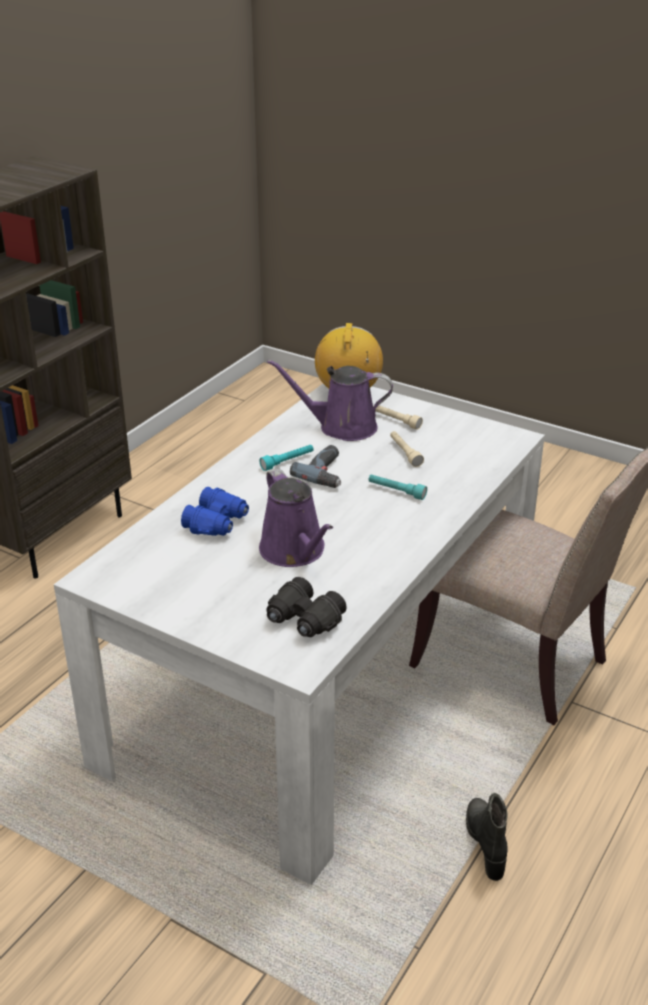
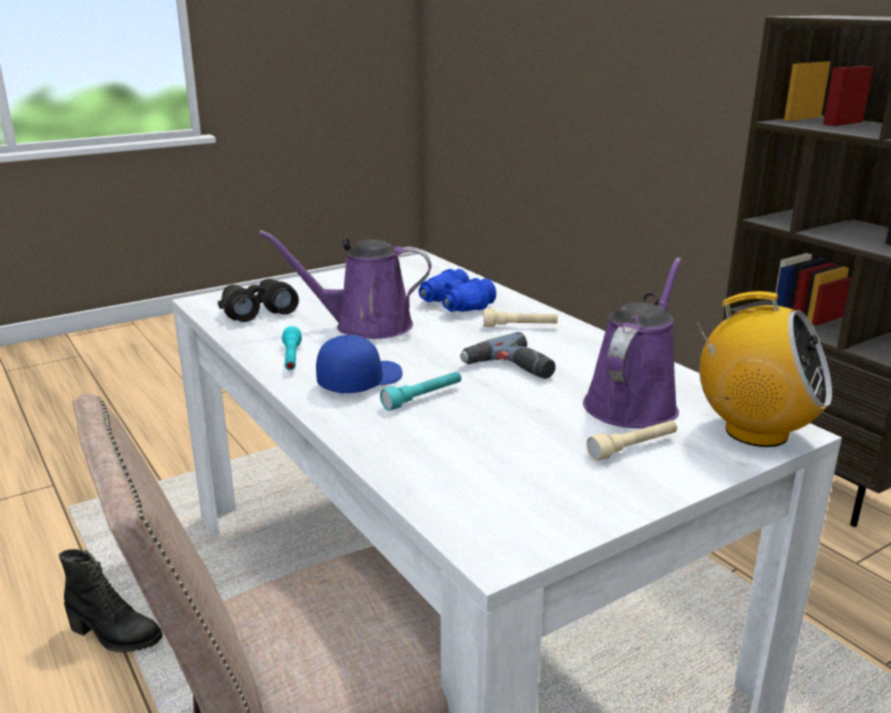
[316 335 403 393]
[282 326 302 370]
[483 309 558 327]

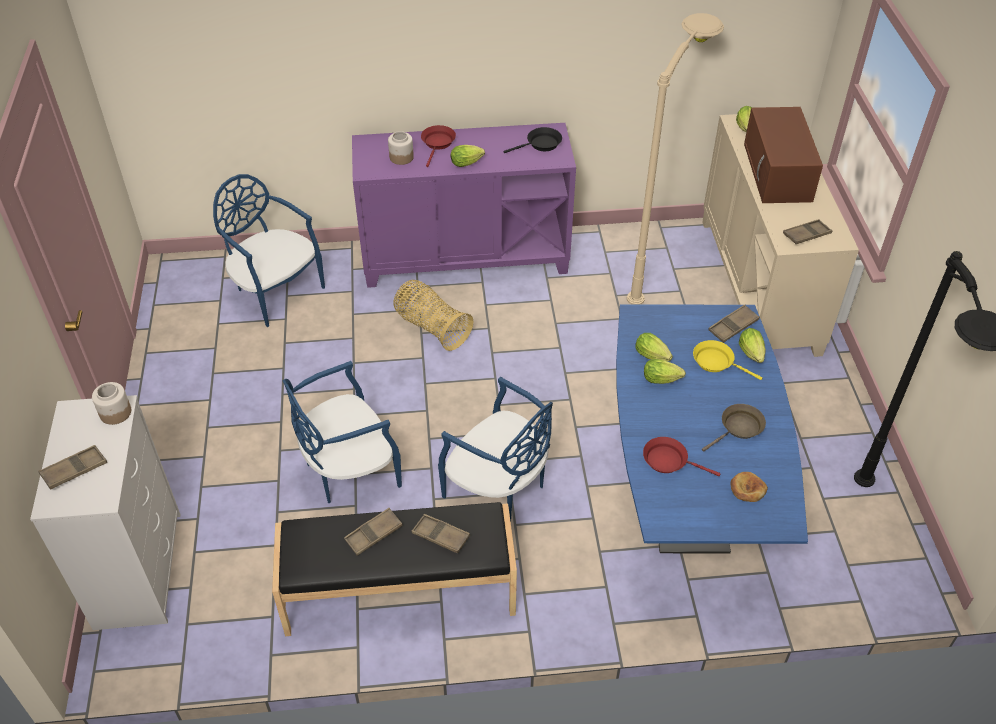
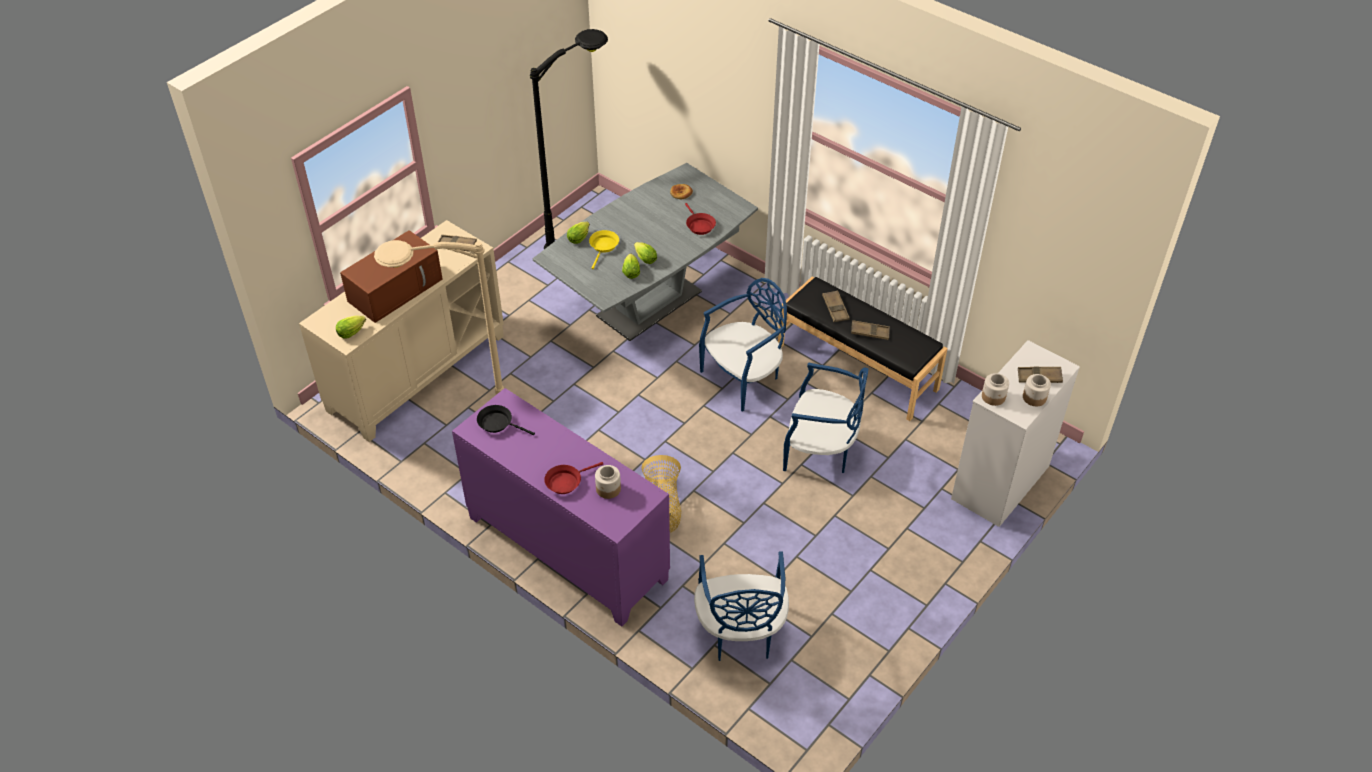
[451 145 485 167] (first image)
[702 404 766 452] (first image)
[708 304 760 343] (first image)
[1023 374 1051 406]
[533 163 758 341]
[699 278 787 412]
[589 230 619 269]

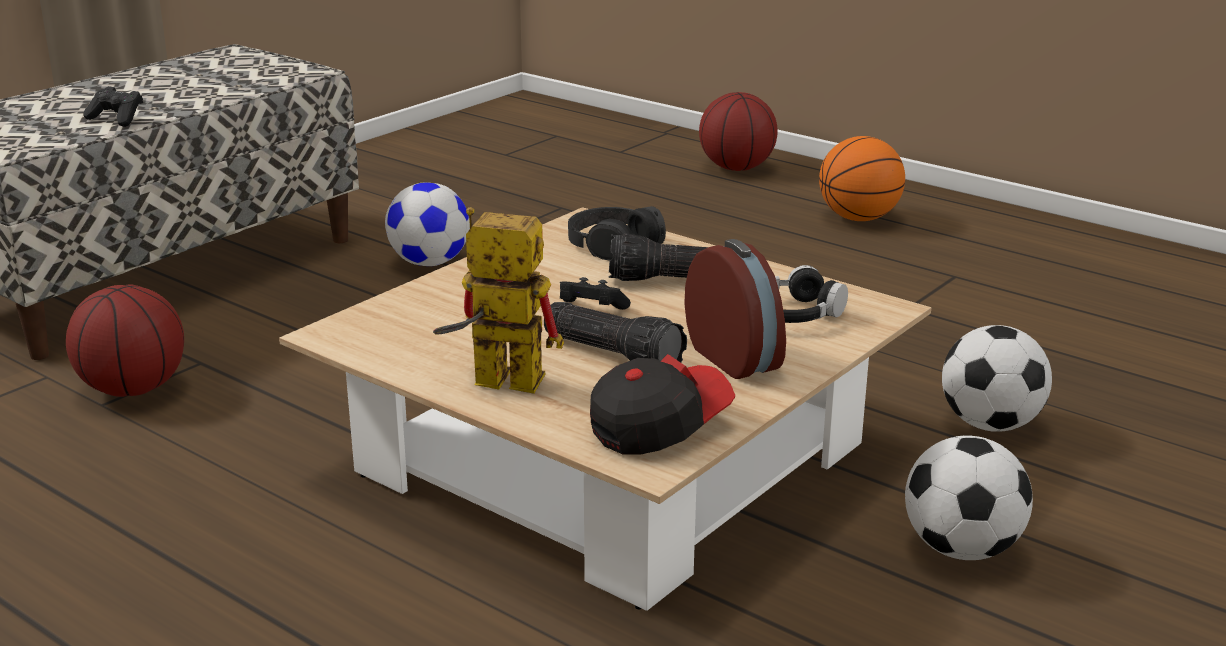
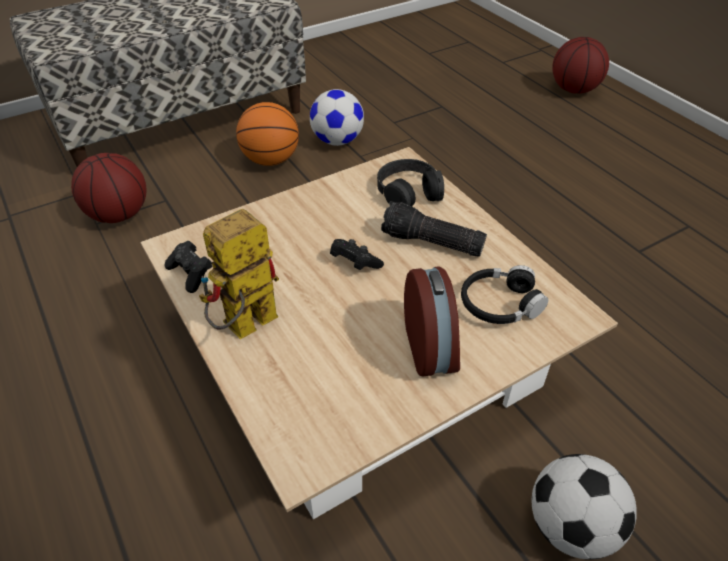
[544 302 687 362] (first image)
[590 354 735 455] (first image)
[942 325 1052 432] (first image)
[164 241 213 293]
[236 102 299 166]
[199 208 279 339]

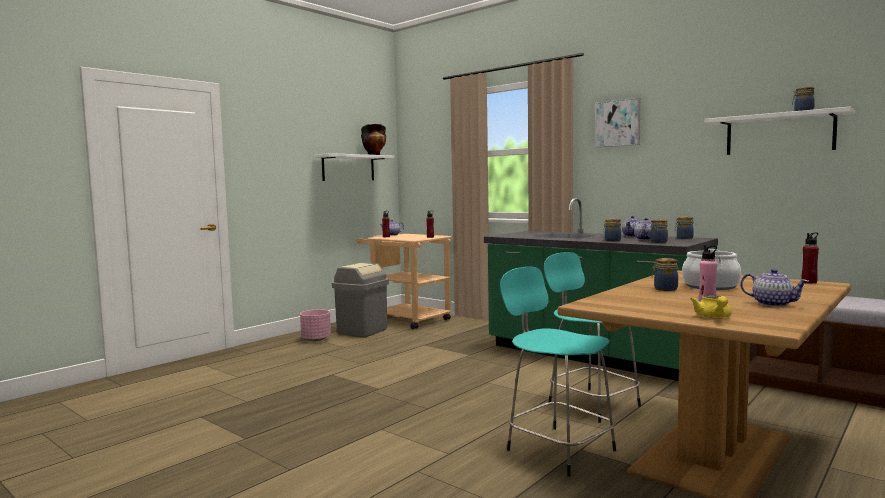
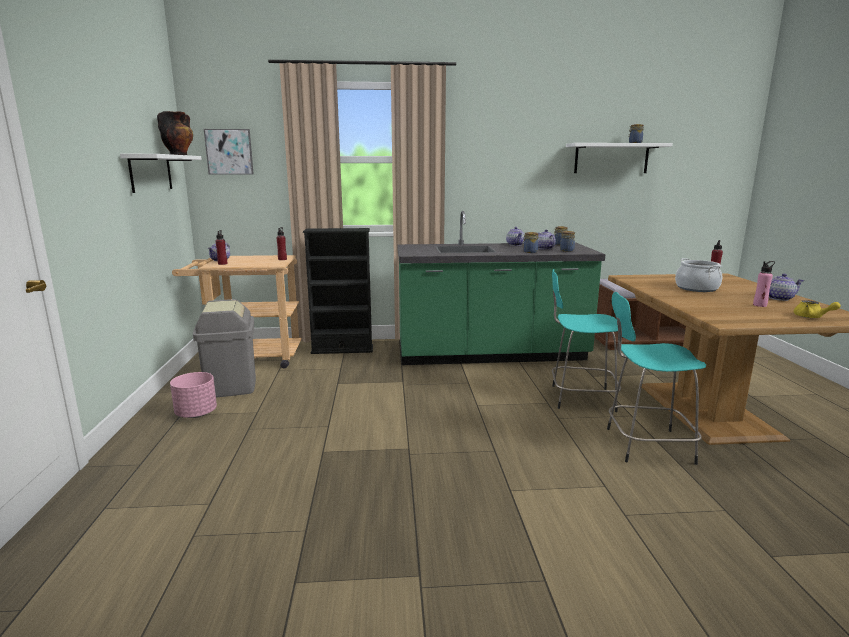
[652 258 678 291] (first image)
[303 228 373 354]
[204 129 254 175]

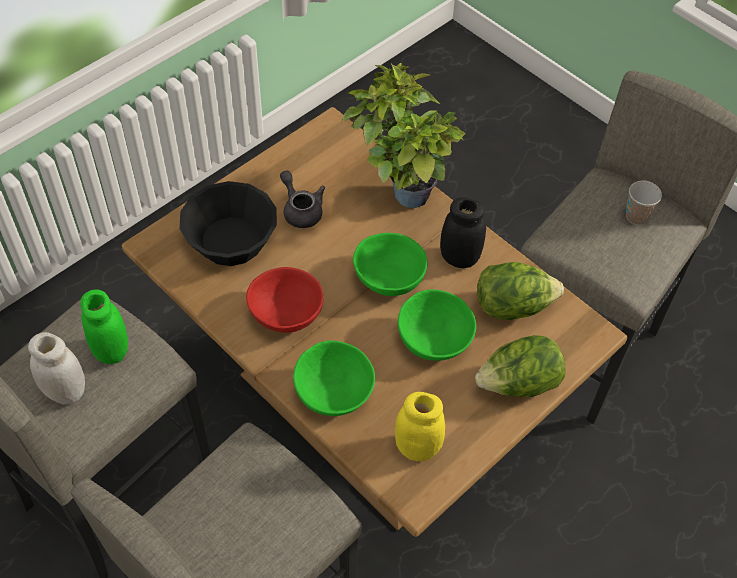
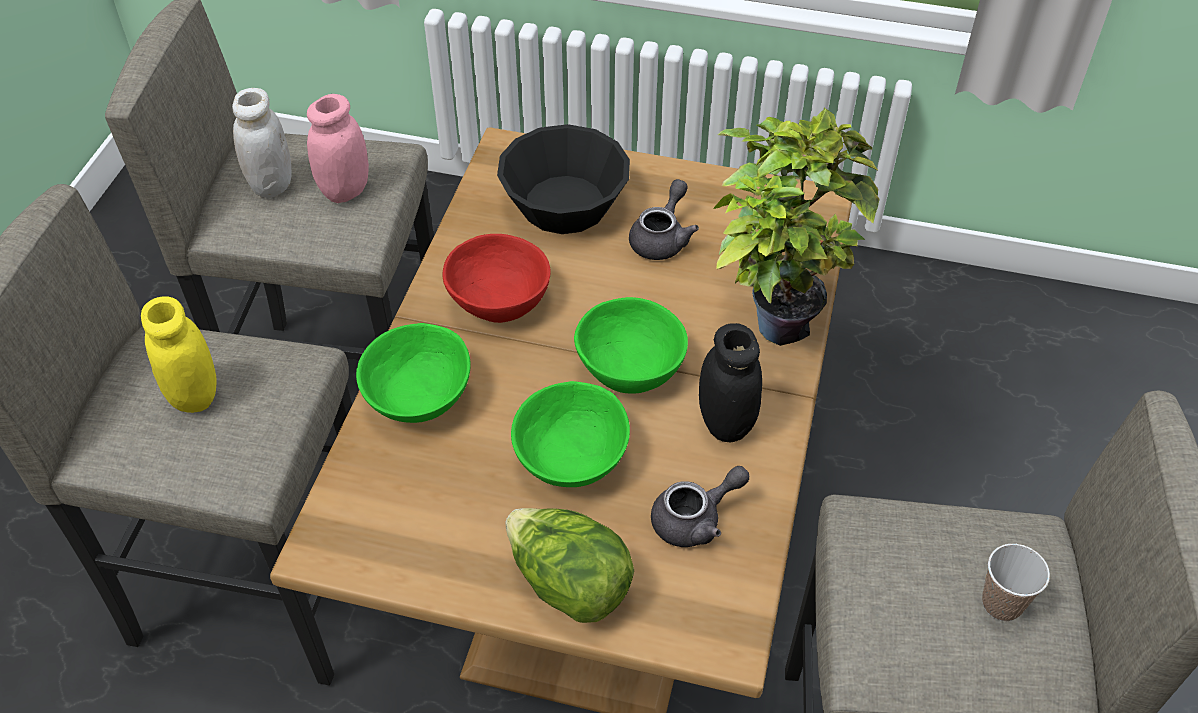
[141 296 216 413]
[651 466 749 547]
[307 94 369 203]

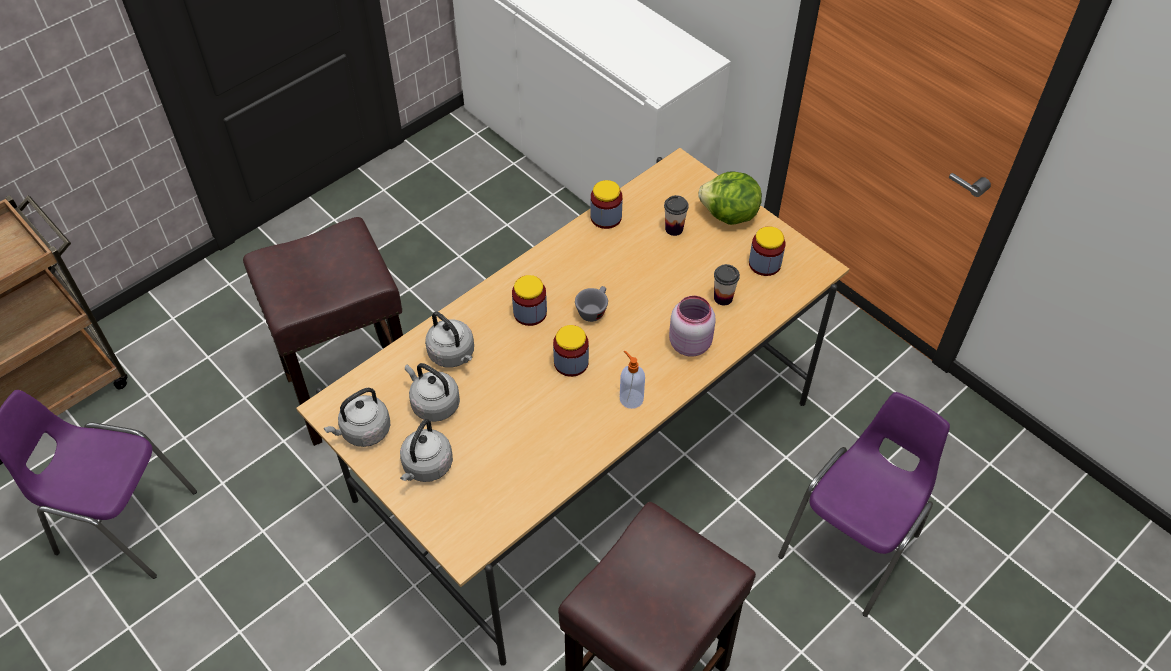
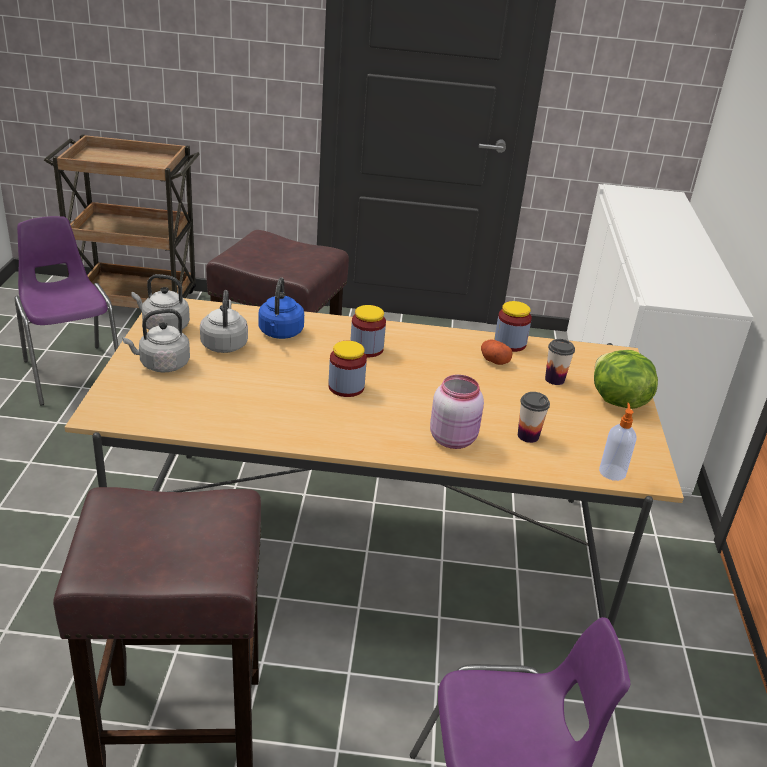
[575 286 608 322] (first image)
[749 226 786 276] (first image)
[481 340 512 365]
[599 403 636 481]
[259 277 304 339]

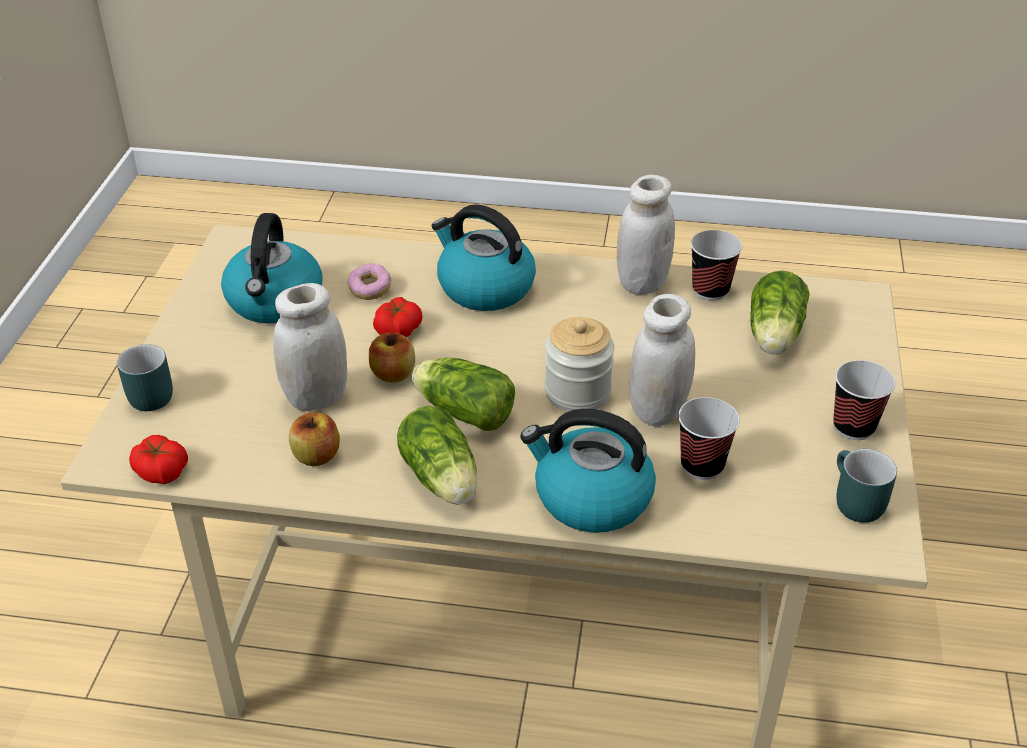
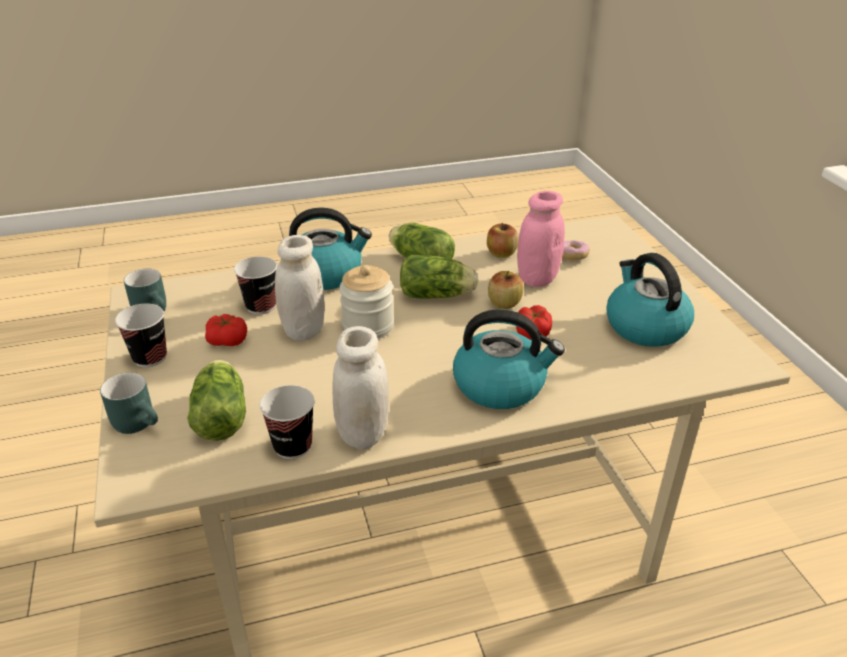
[100 373 158 434]
[205 314 247 346]
[562 240 590 261]
[517 191 565 287]

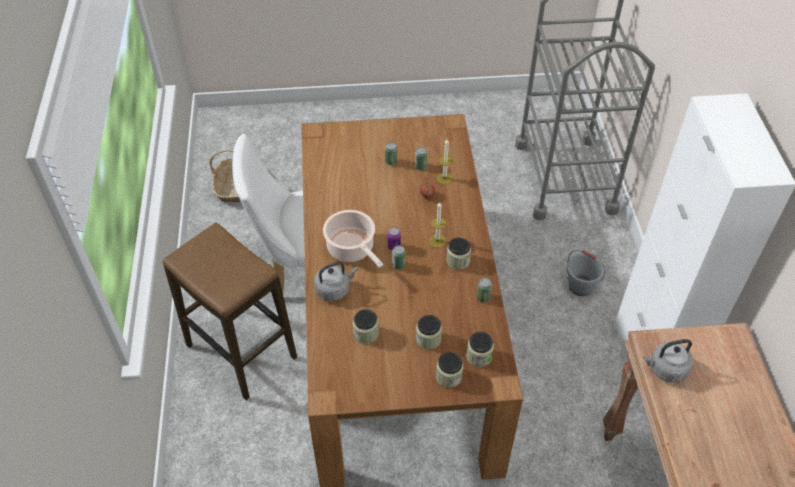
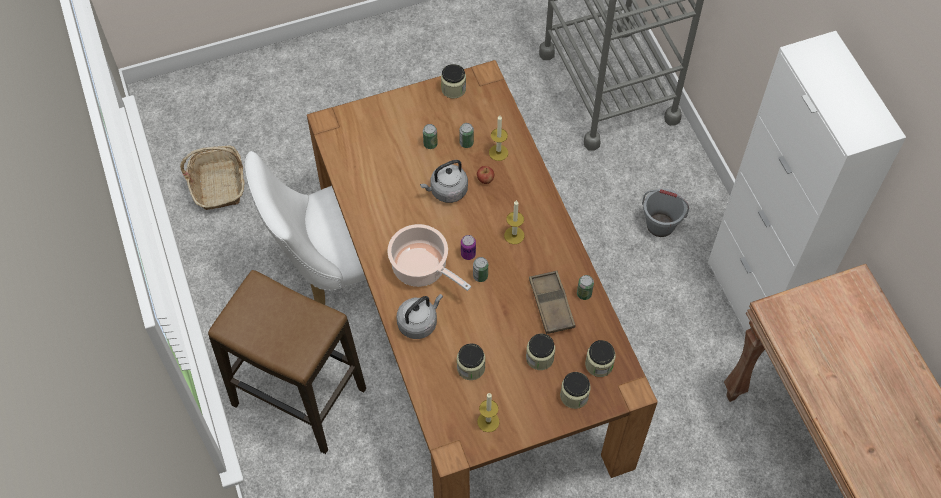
[477 393 499 432]
[529 270 575 334]
[441 64 466 98]
[420 160 468 203]

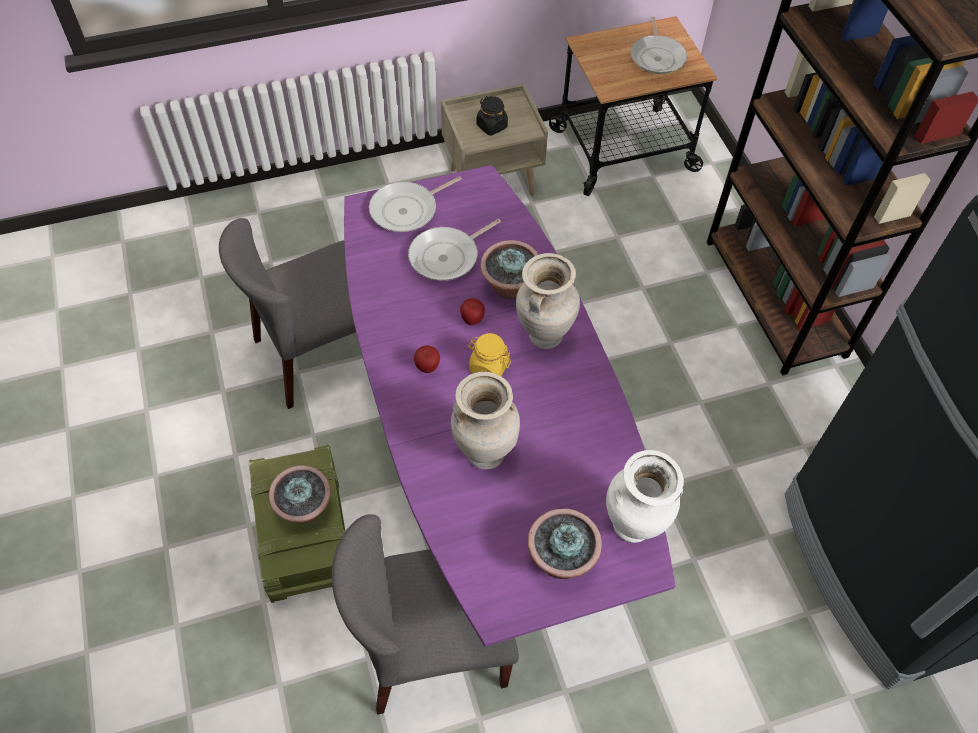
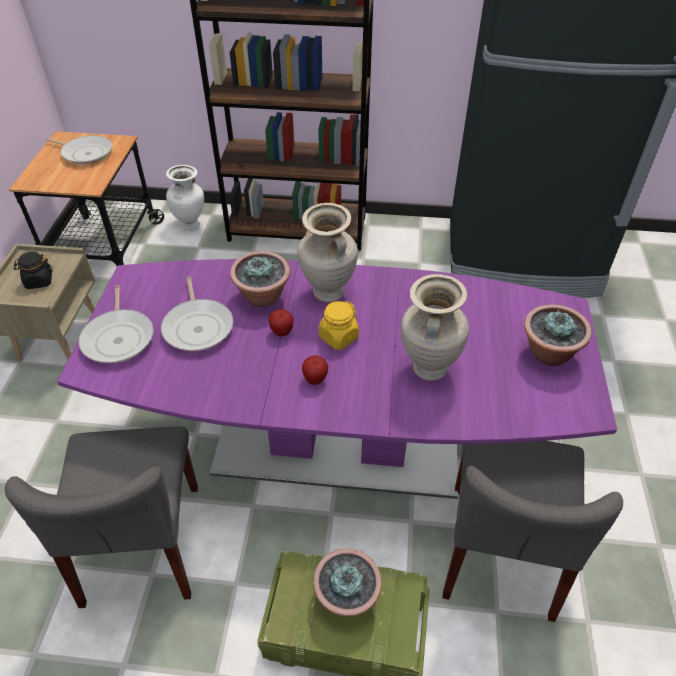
[166 165 204 230]

